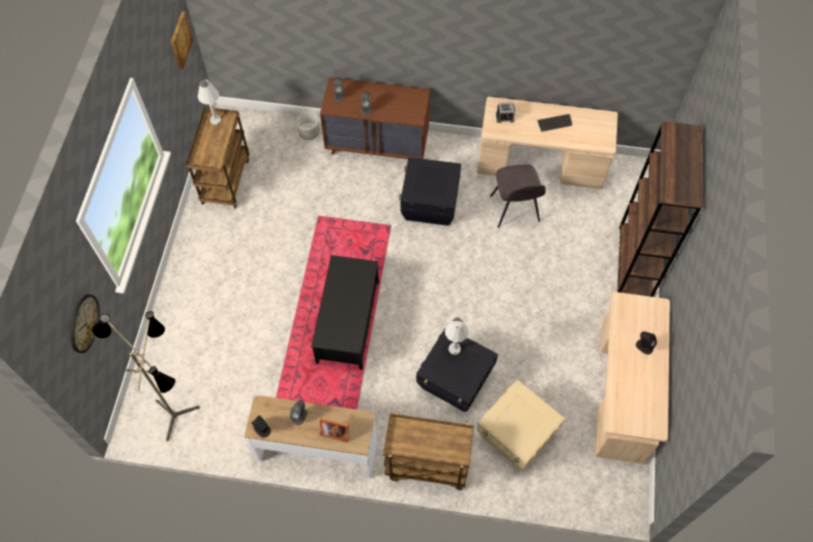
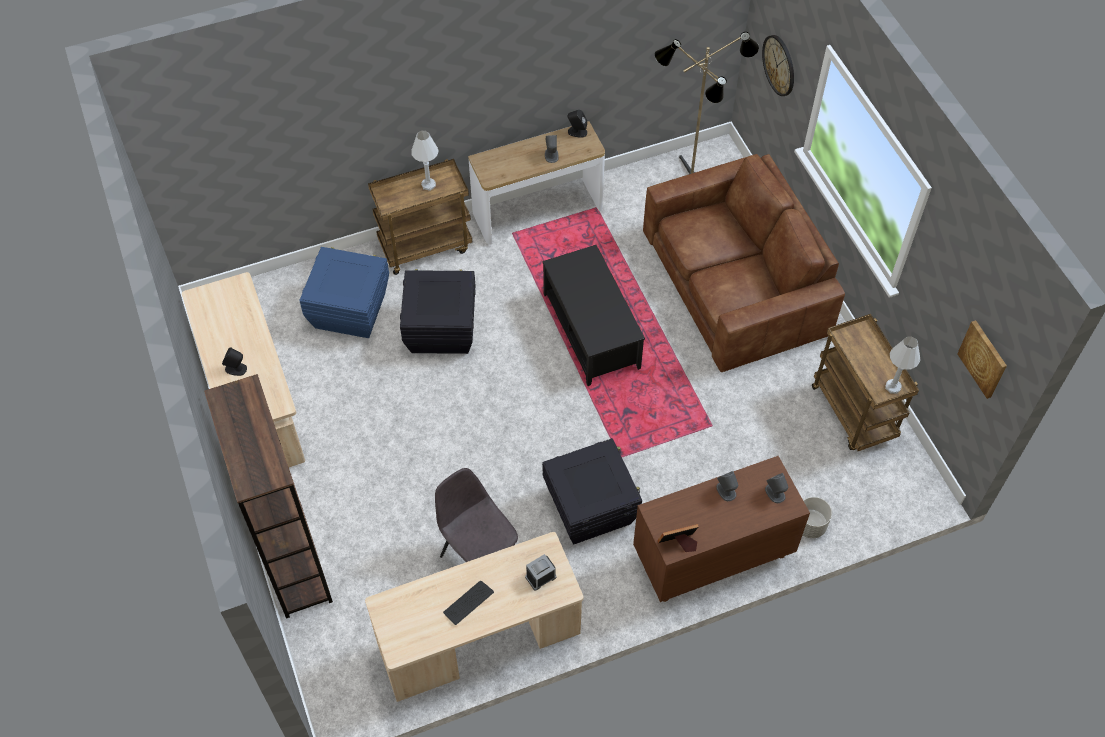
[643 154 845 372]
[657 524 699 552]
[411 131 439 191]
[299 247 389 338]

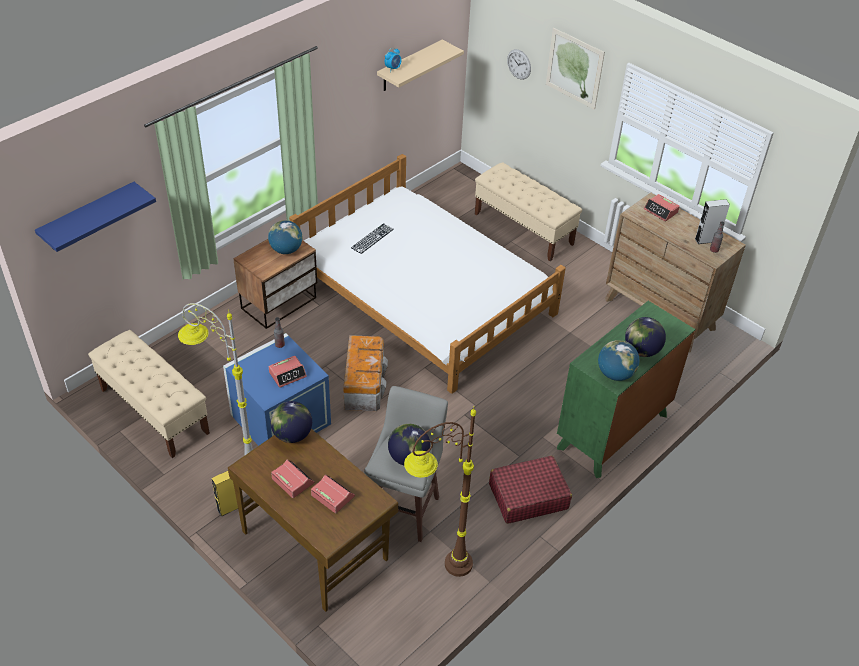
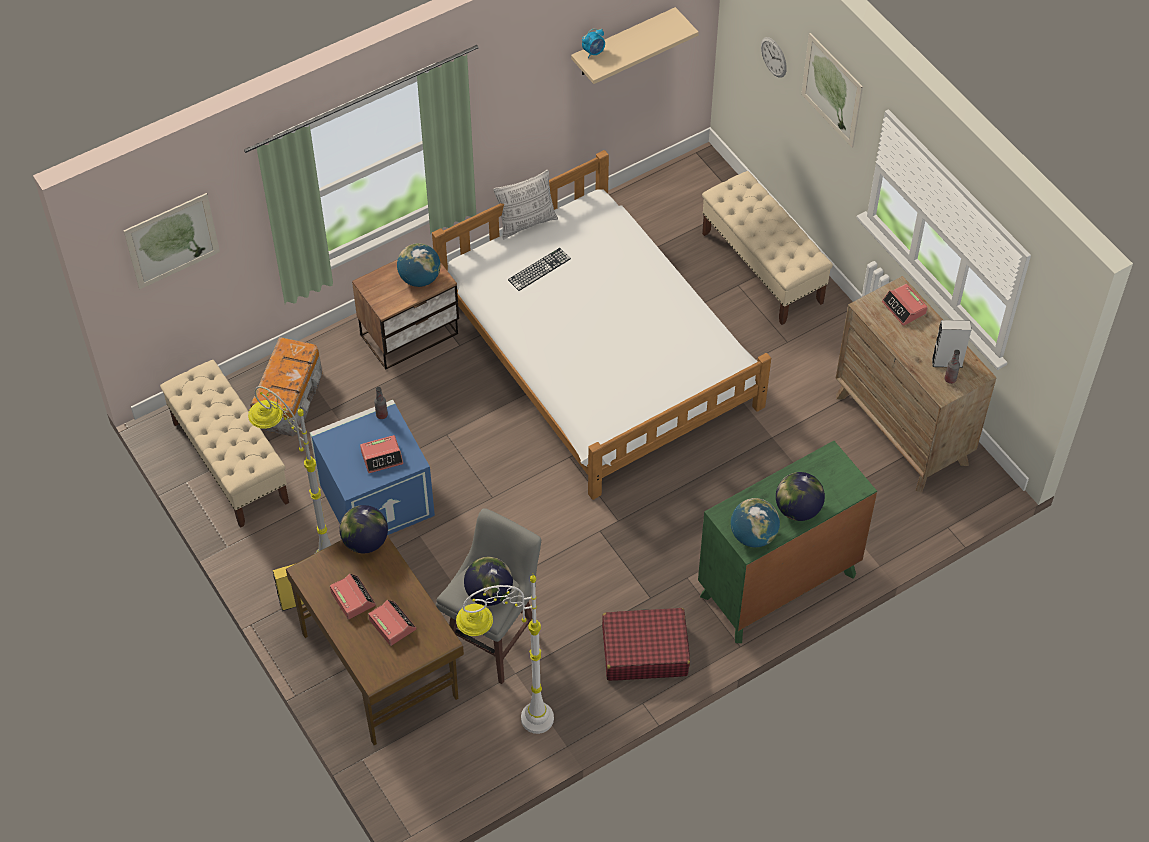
[493 170 558 239]
[250 337 322 437]
[124 193 220 289]
[456 573 554 734]

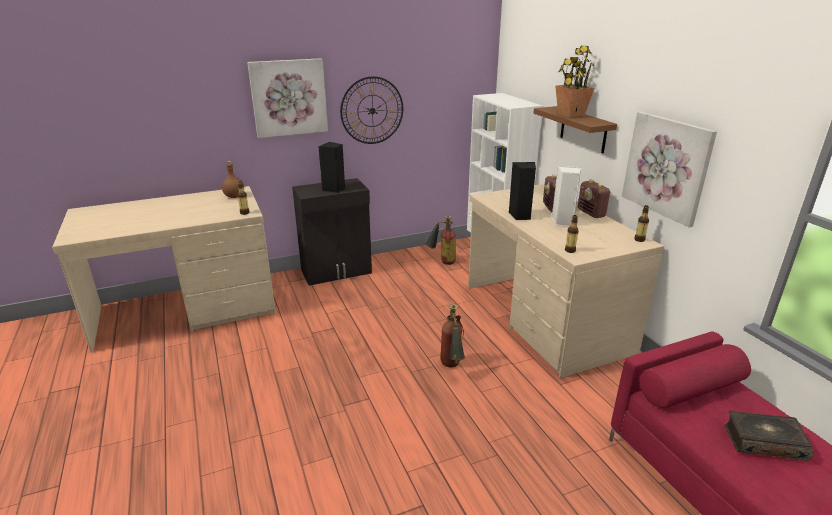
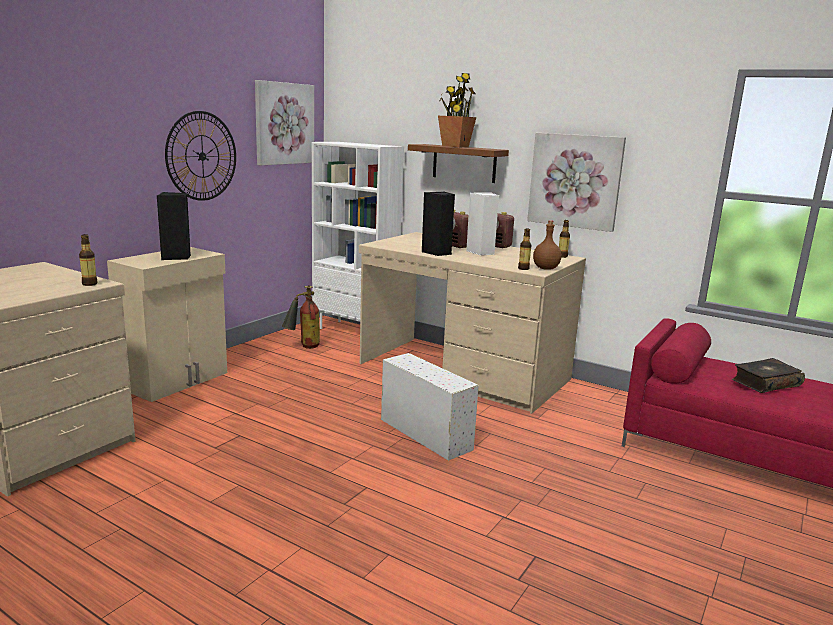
[533 220 561 270]
[255 80 314 165]
[381 353 479 461]
[107 247 227 402]

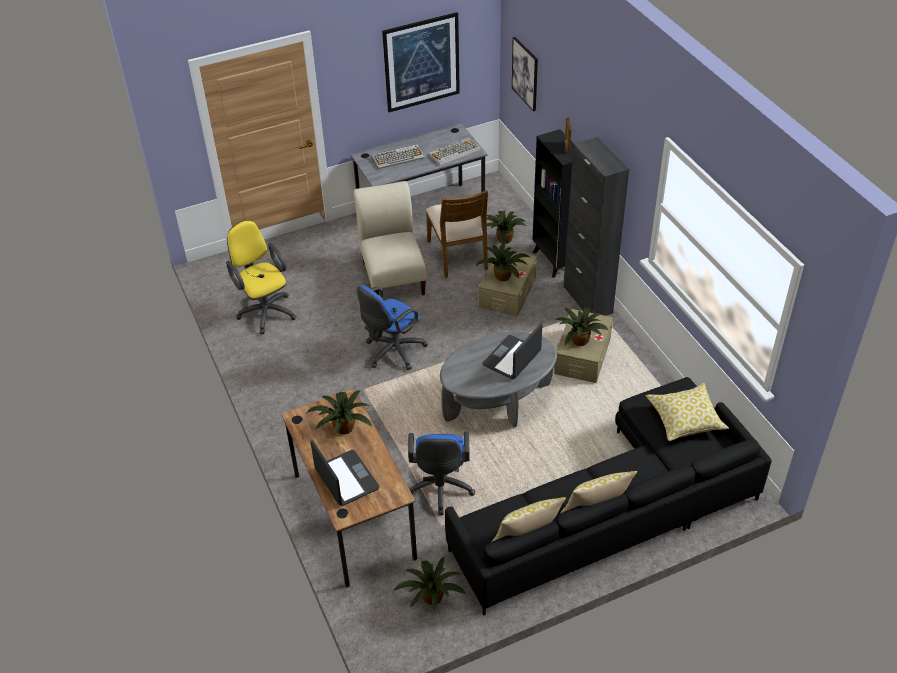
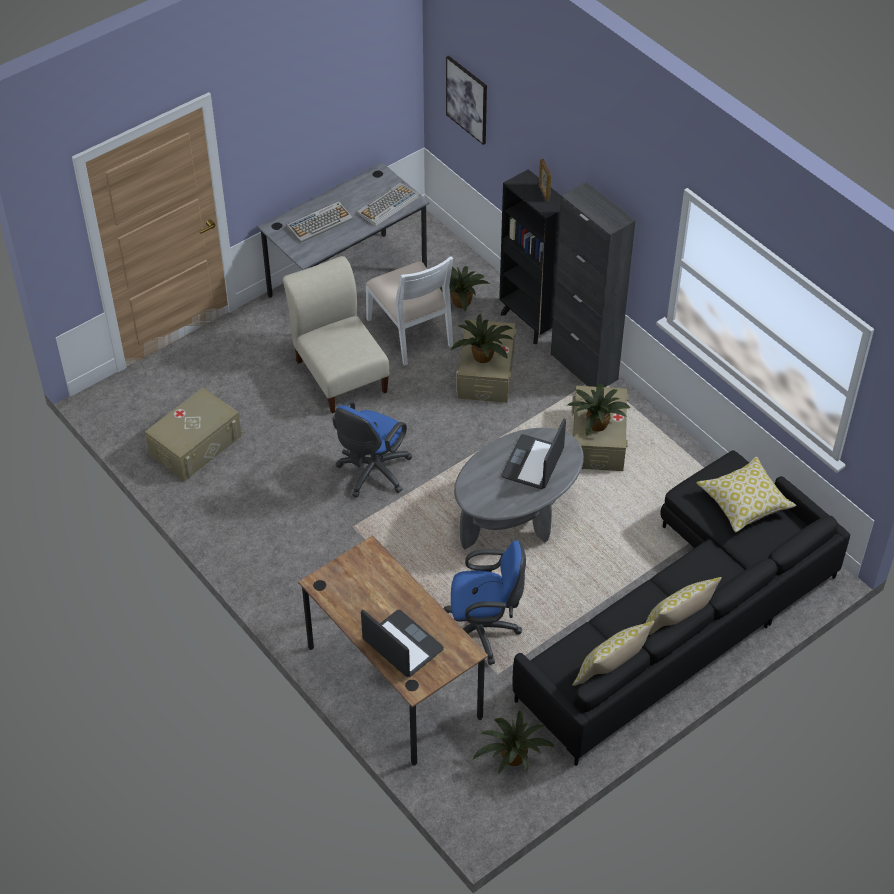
[307 390 372 435] (first image)
[382 12 460 112] (first image)
[145 388 242 481]
[365 256 453 366]
[443 541 526 665]

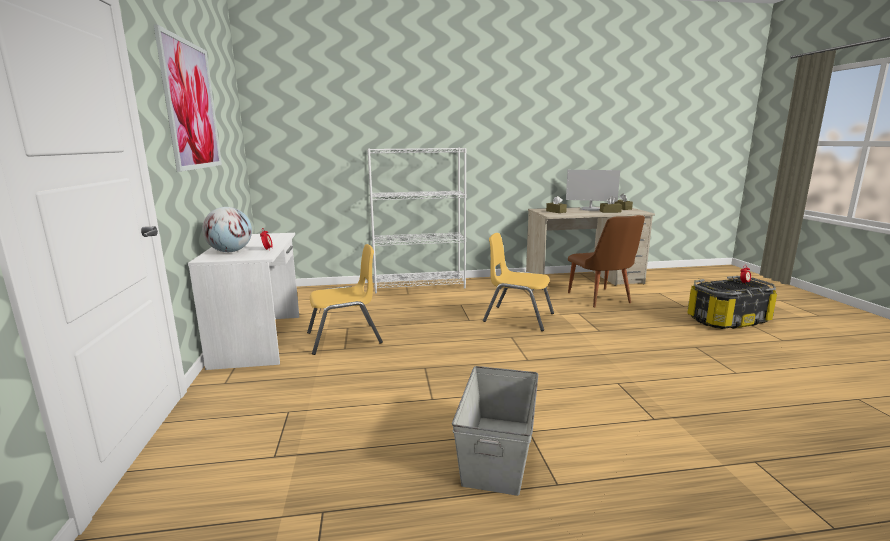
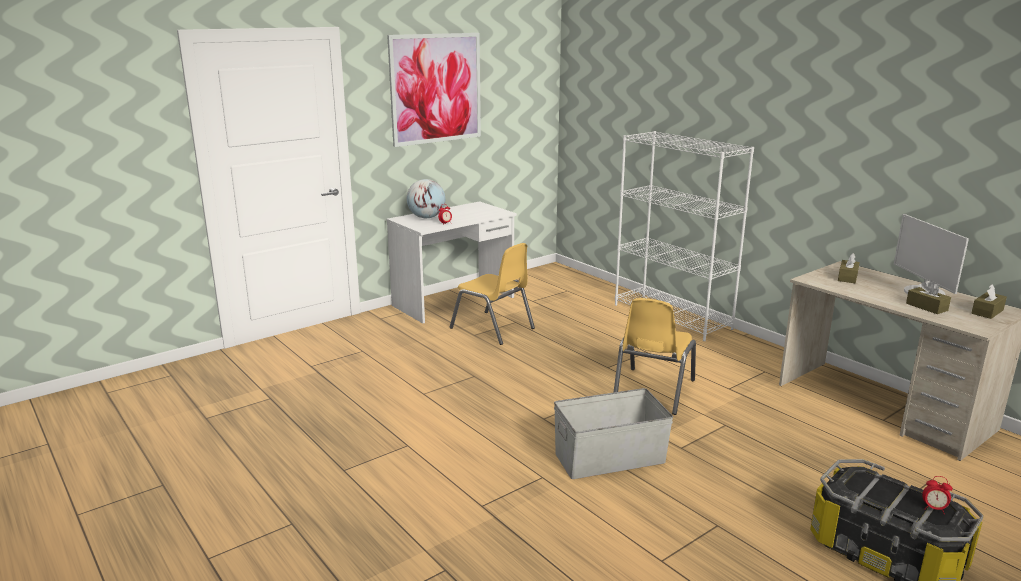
[568 215 645 307] (first image)
[554 388 673 479]
[613 298 696 415]

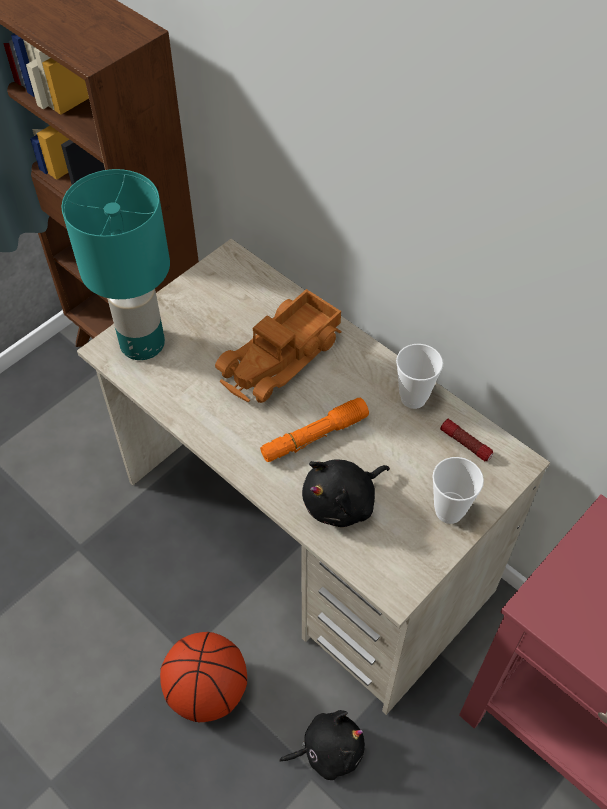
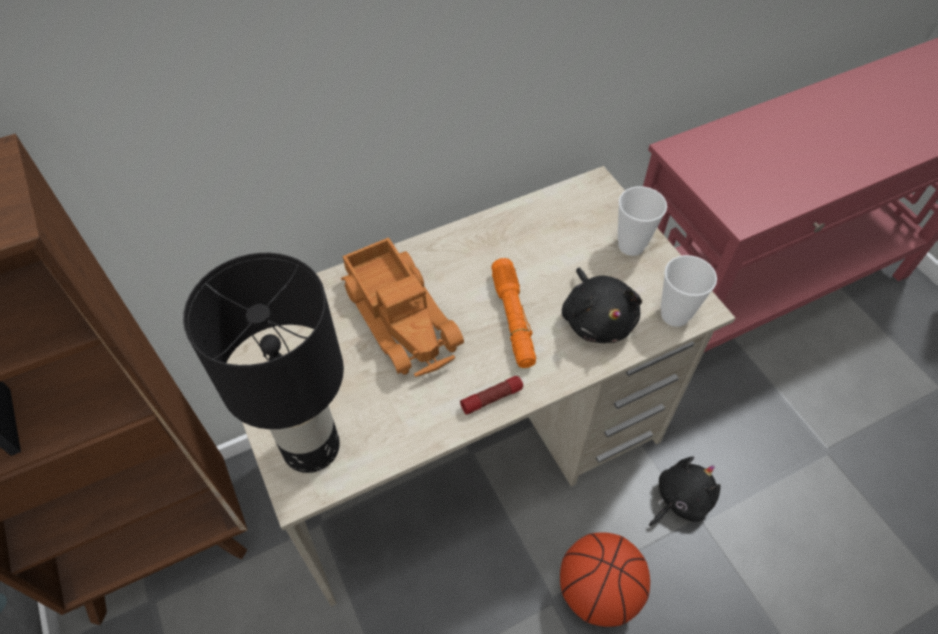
[661 255 717 327]
[460 376 523 415]
[183 253 344 473]
[649 457 721 526]

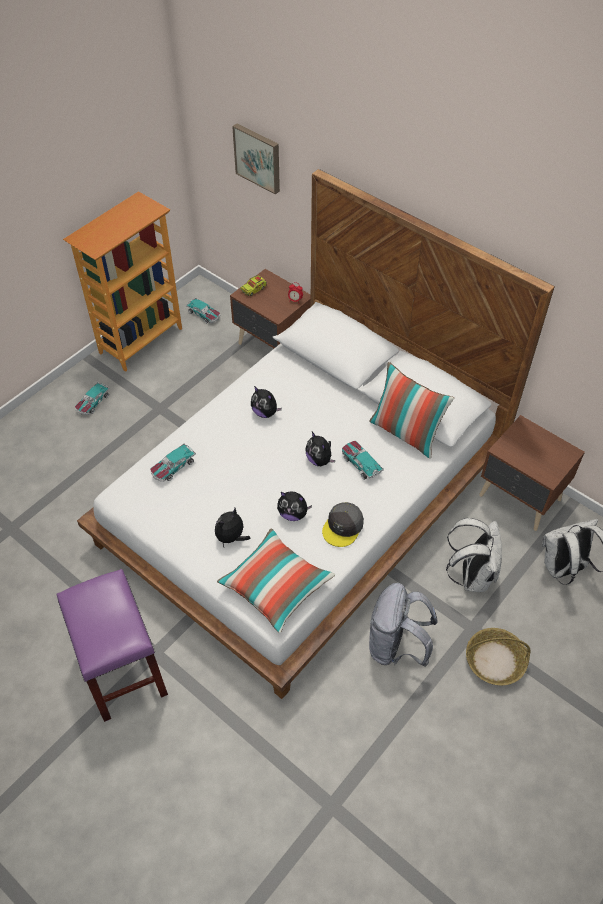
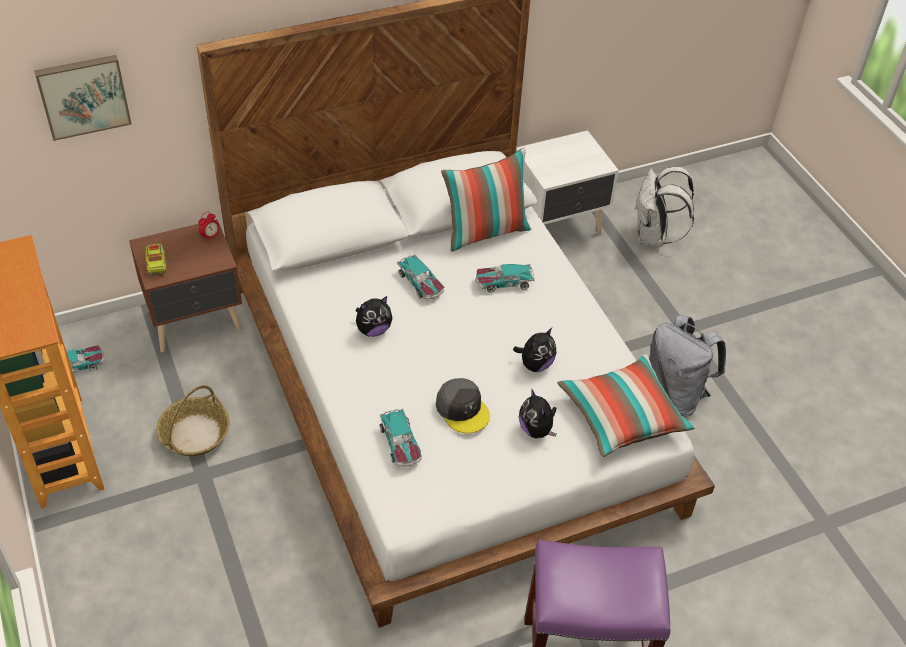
[305 432 335 466] (first image)
[446 518 502 592] (first image)
[397 255 444 300]
[436 378 490 433]
[156 385 230 456]
[516 130 619 235]

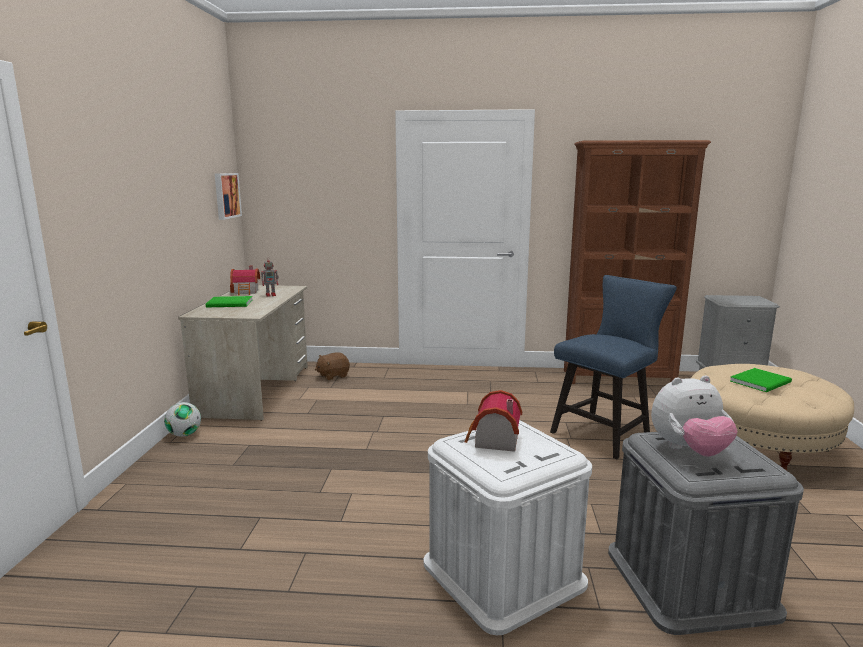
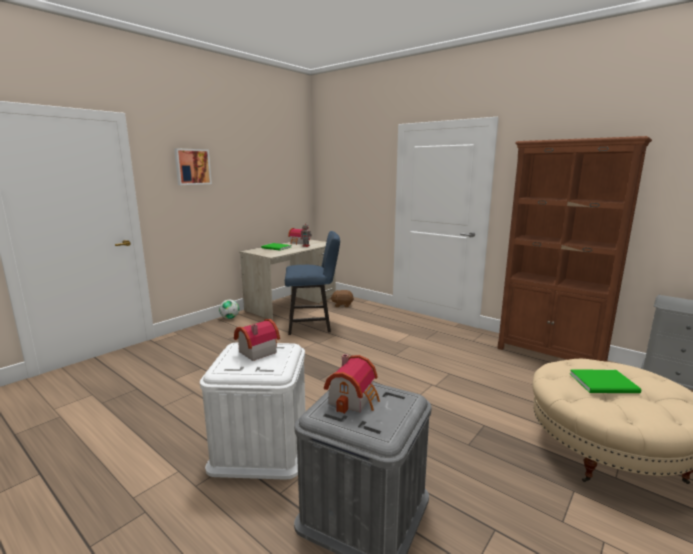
[174 148 212 185]
[285 231 340 335]
[324 354 380 414]

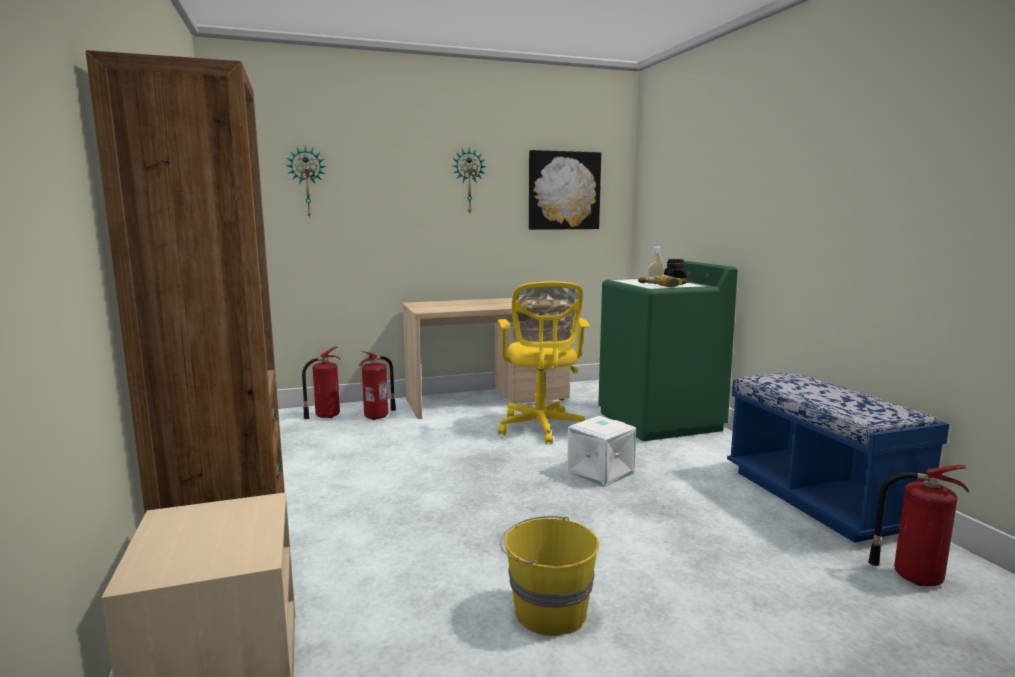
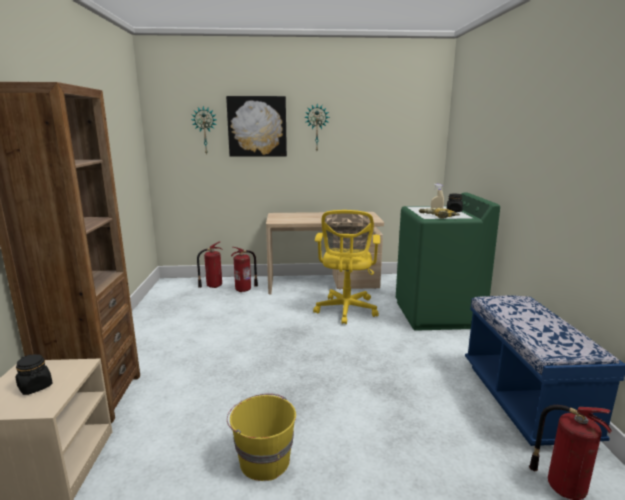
[567 416 636 487] (first image)
[15 354 53 395]
[226 96 287 157]

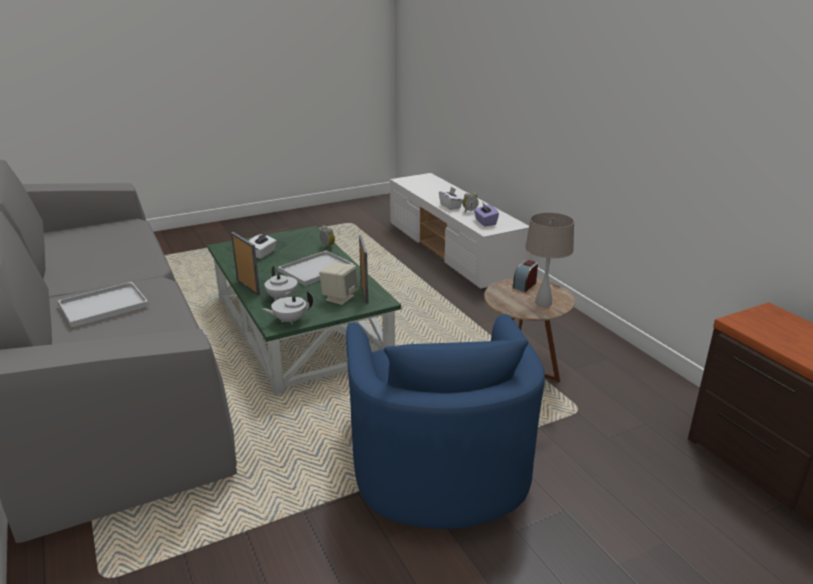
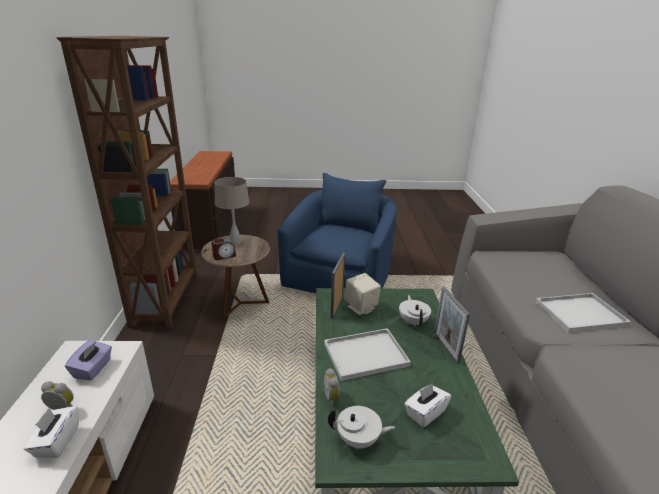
[57 36 197 328]
[328 406 395 450]

